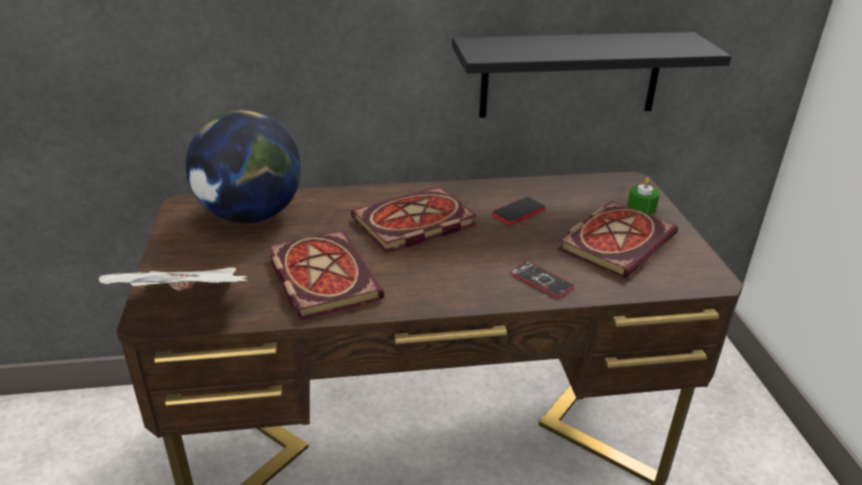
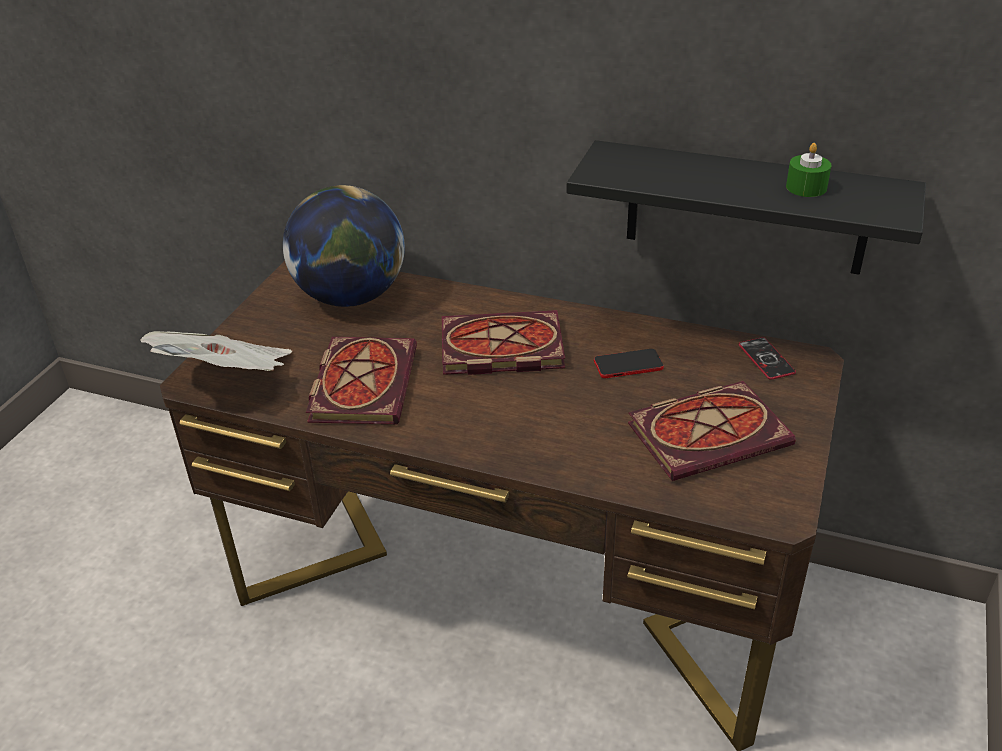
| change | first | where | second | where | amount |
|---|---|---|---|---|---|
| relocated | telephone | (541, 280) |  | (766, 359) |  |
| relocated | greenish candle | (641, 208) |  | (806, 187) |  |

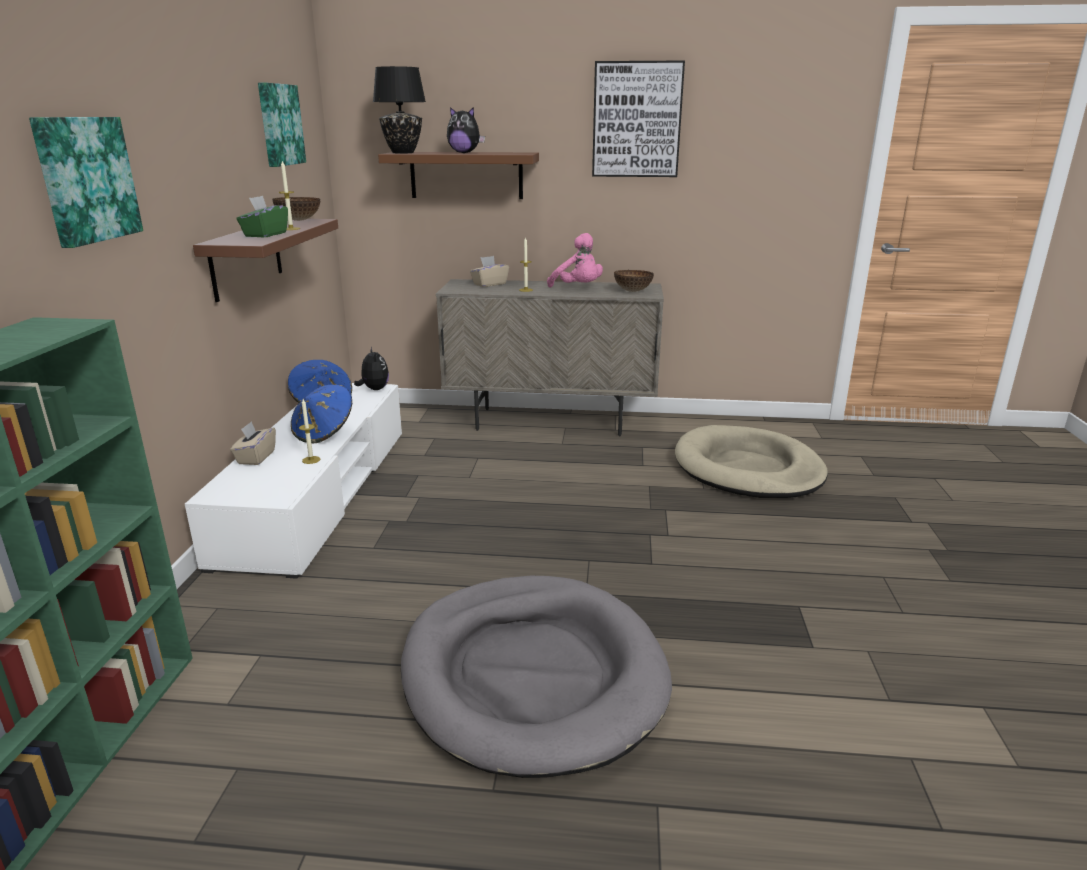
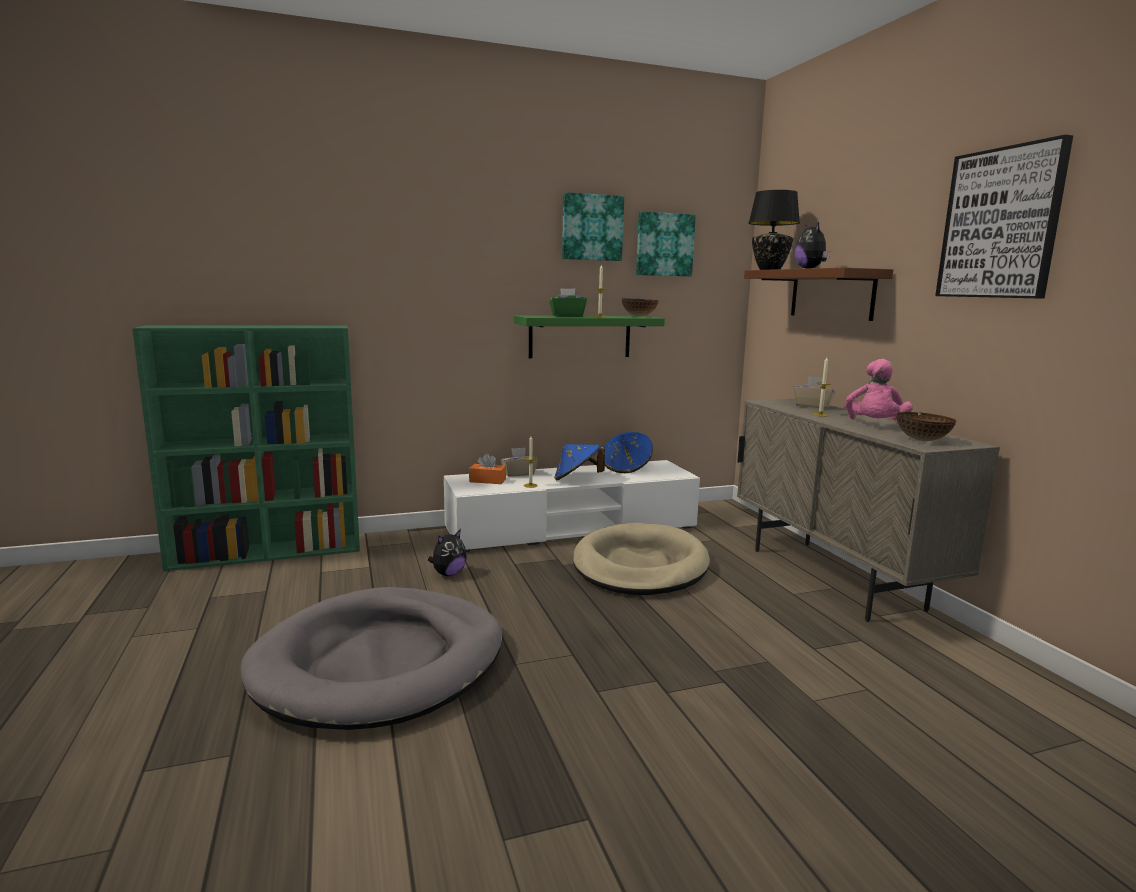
| change | first | where | second | where | amount |
|---|---|---|---|---|---|
| relocated | picture | (85, 179) |  | (591, 227) |  |
| colour | brownish shelf | (246, 258) | greenish shelf | (580, 336) |  |
| relocated | plush toy | (374, 389) |  | (448, 574) |  |
| relocated | beige pet bed | (747, 469) |  | (640, 566) |  |
| appeared |  |  | orange-coloured tissue box | (487, 480) |  |

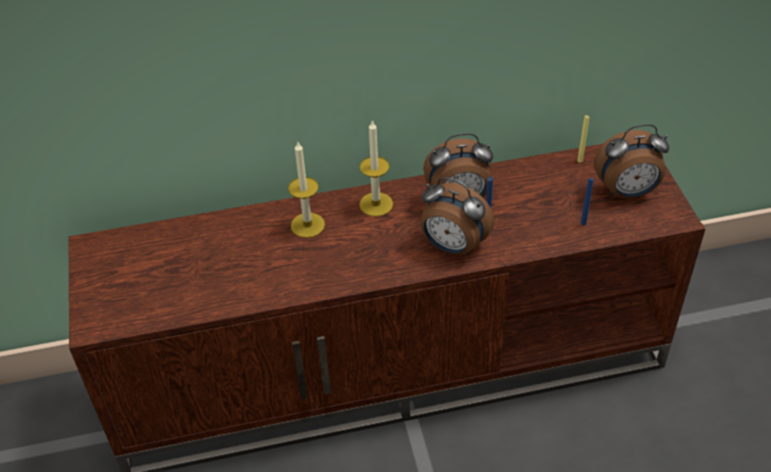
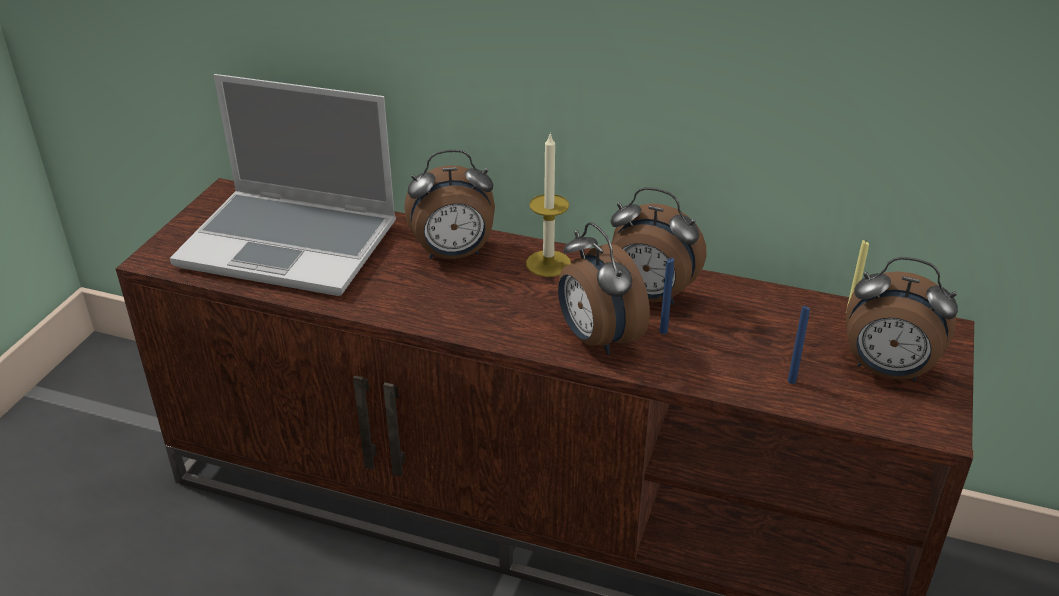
| change | first | where | second | where | amount |
|---|---|---|---|---|---|
| exchanged | candle | (307, 225) | bedside clock | (453, 254) |  |
| appeared |  |  | notebook computer | (292, 244) |  |

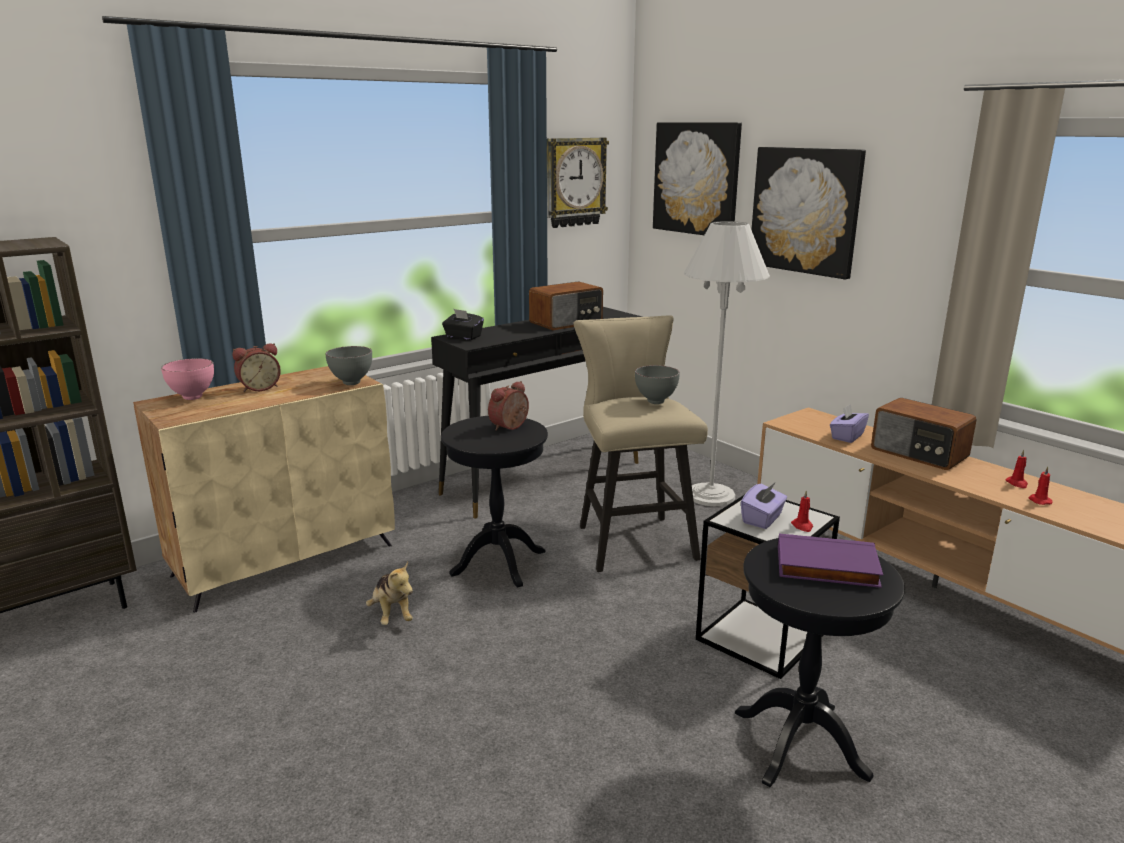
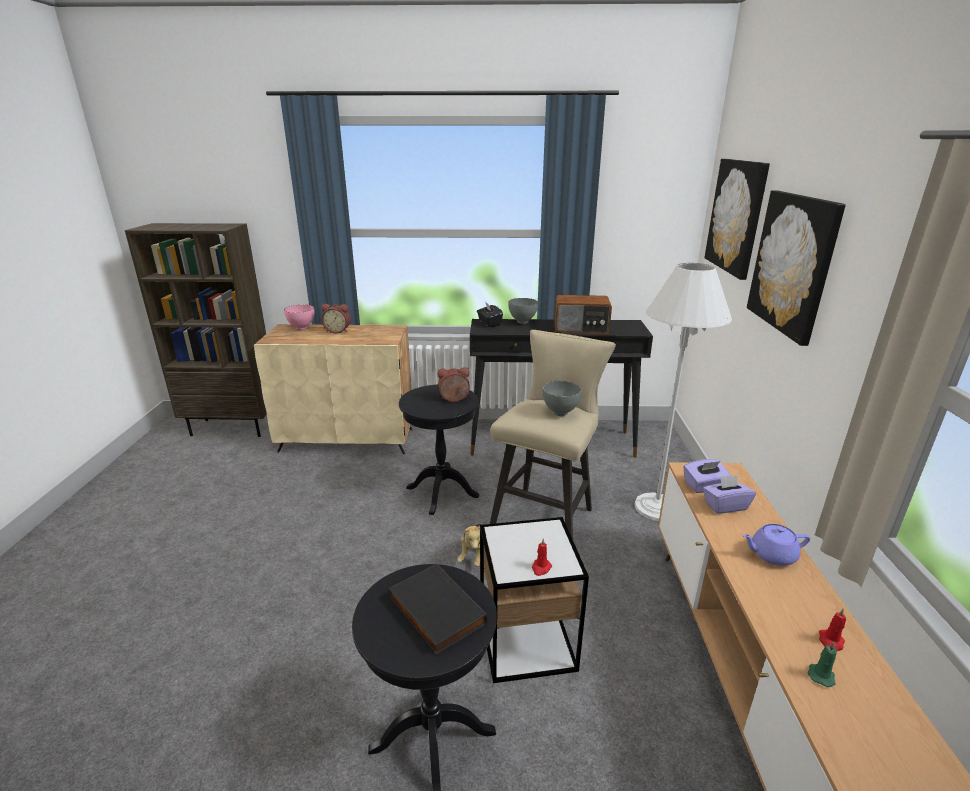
| change | first | where | second | where | amount |
|---|---|---|---|---|---|
| relocated | greyish serving bowl | (352, 383) |  | (523, 322) |  |
| relocated | plush toy | (392, 614) |  | (475, 554) |  |
| missing | clock on the wall | (574, 182) |  |  |  |
| relocated | purple-coloured tissue box | (762, 519) |  | (704, 486) |  |
| colour | purple-coloured bound book | (826, 567) | black-coloured bound book | (434, 612) |  |
| exchanged | radio receiver | (919, 453) | purple-coloured teapot | (771, 555) |  |
| colour | reddish candle | (1039, 500) | greenish candle | (821, 675) |  |

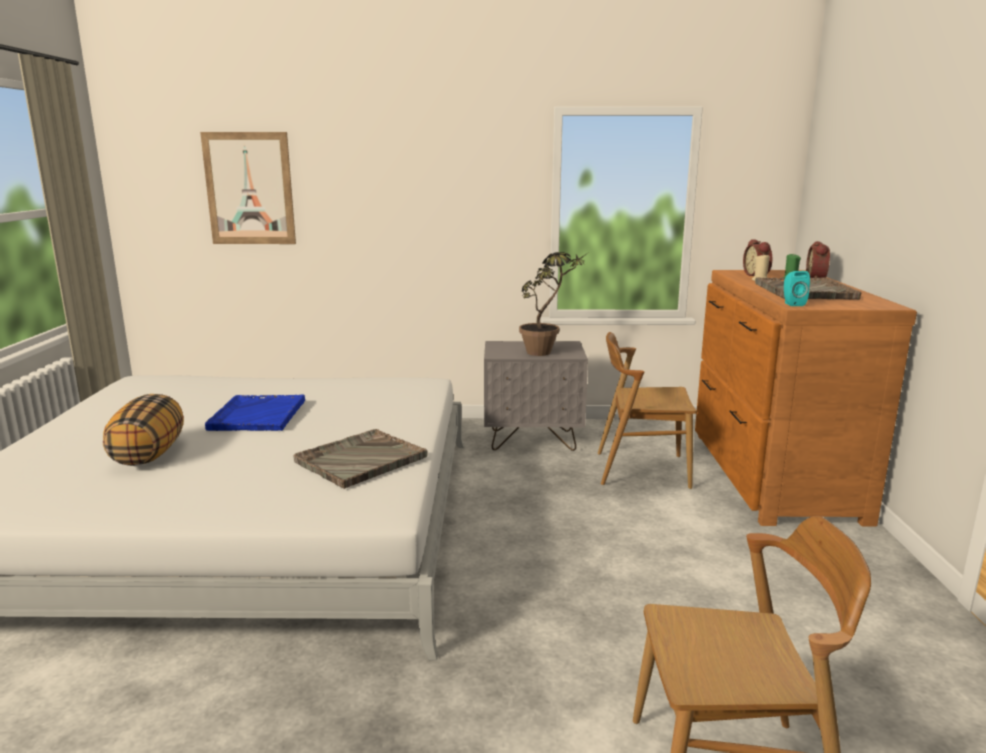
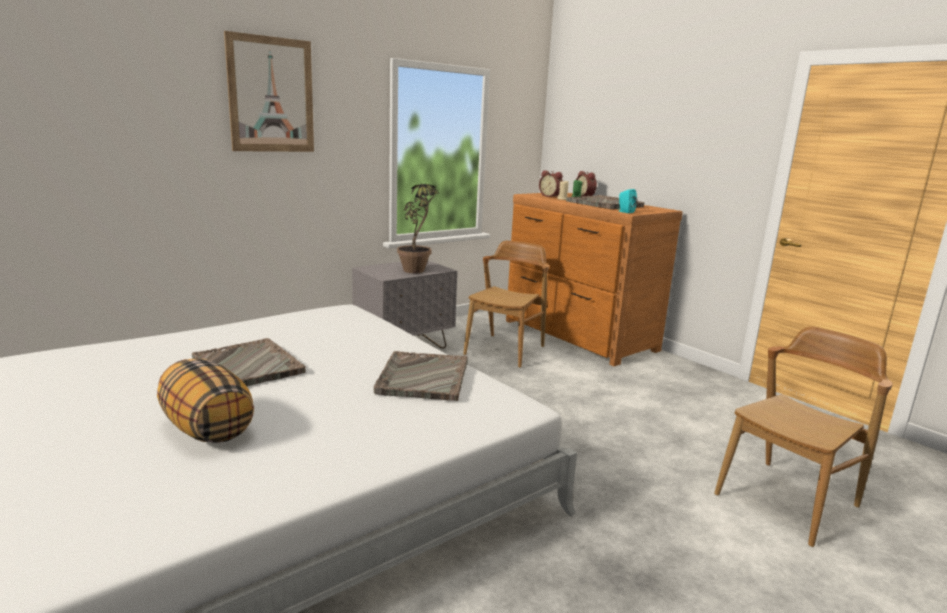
| change | first | where | second | where | amount |
|---|---|---|---|---|---|
| relocated | picture | (249, 189) |  | (271, 95) |  |
| colour | bluish tray | (257, 415) | greyish tray | (248, 366) |  |
| spun | brownish chair | (641, 470) |  | (505, 350) | 150 degrees clockwise |

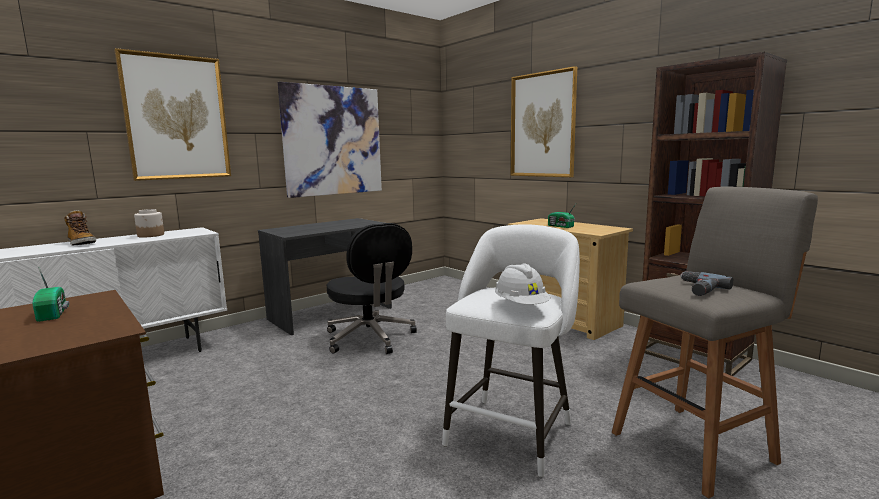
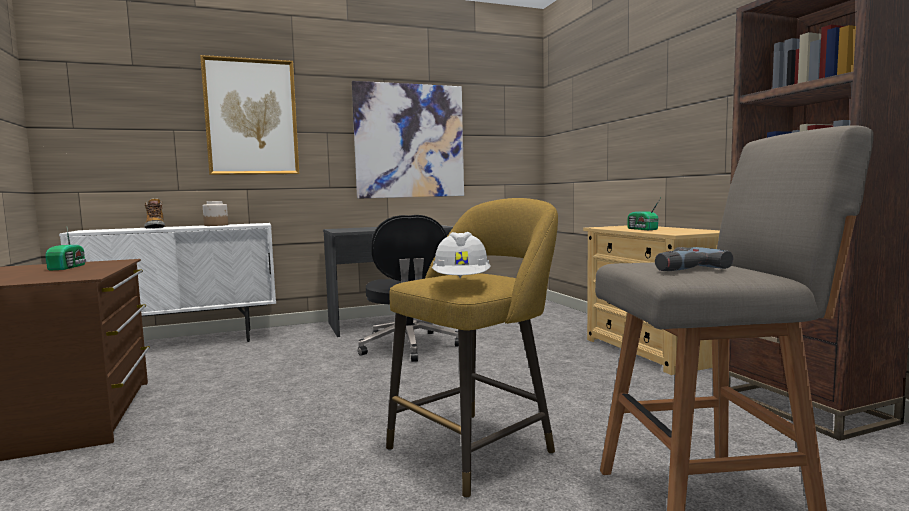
| change | first | where | second | where | amount |
|---|---|---|---|---|---|
| colour | white-coloured sitting stool | (511, 430) | yellow sitting stool | (477, 448) |  |
| missing | picture | (542, 125) |  |  |  |

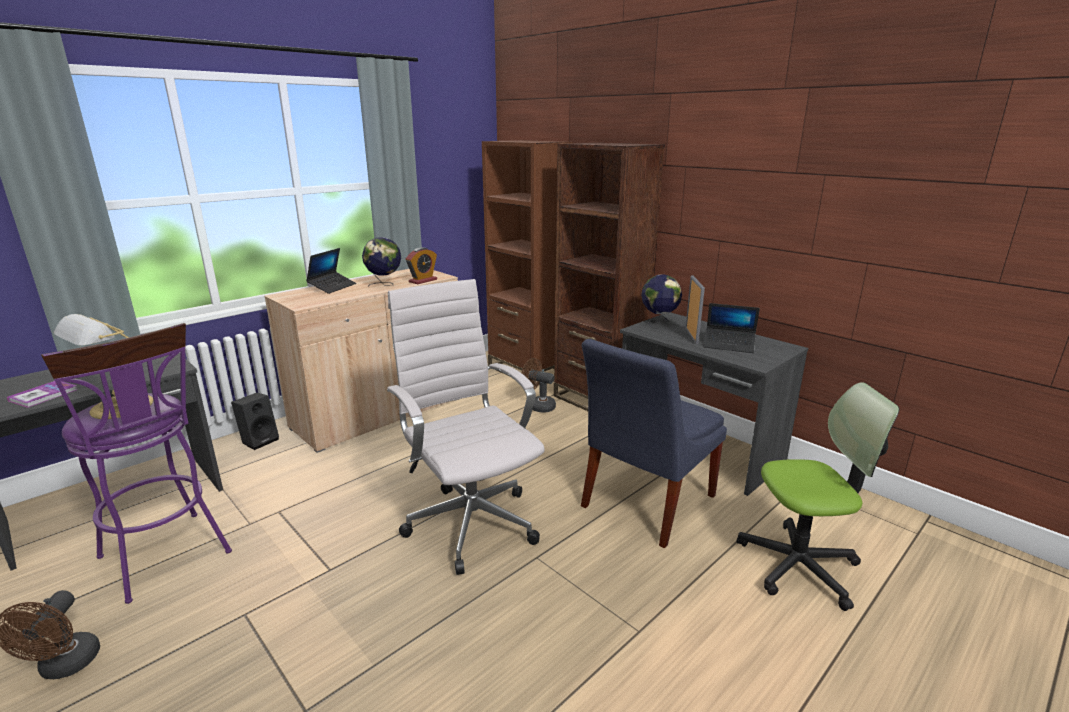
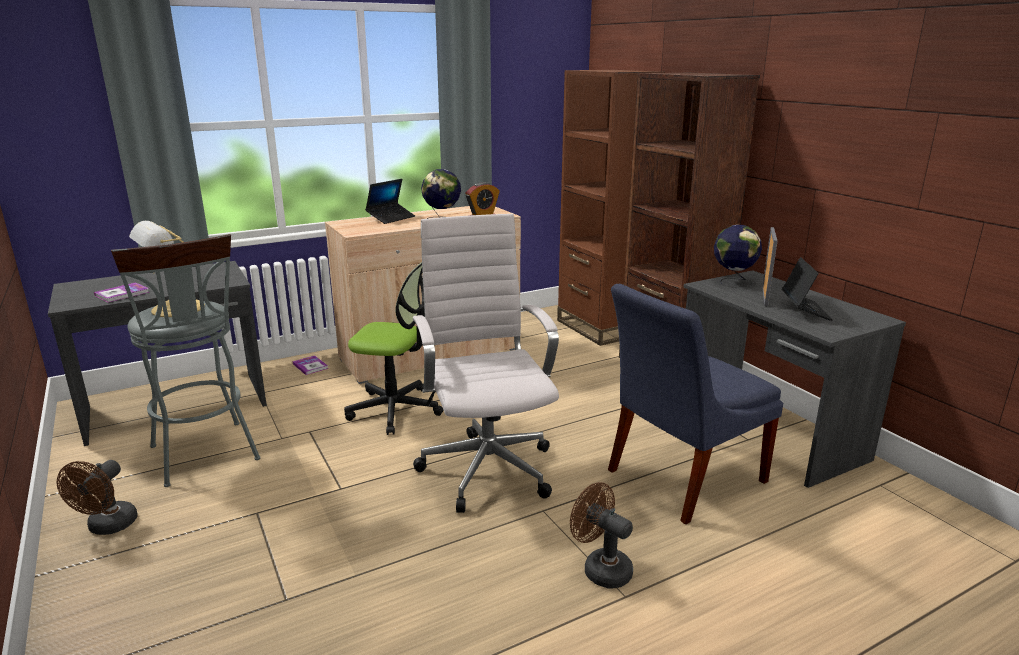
| change | first | where | second | where | amount |
|---|---|---|---|---|---|
| colour | purple-coloured sitting stool | (169, 559) | greyish sitting stool | (207, 457) |  |
| exchanged | black-coloured loudspeaker | (260, 440) | bound book | (310, 366) |  |
| relocated | brownish cooling fan | (538, 406) |  | (601, 568) |  |
| spun | notebook computer | (729, 345) |  | (805, 310) | 120 degrees counterclockwise |
| relocated | computer chair | (799, 565) |  | (395, 409) |  |

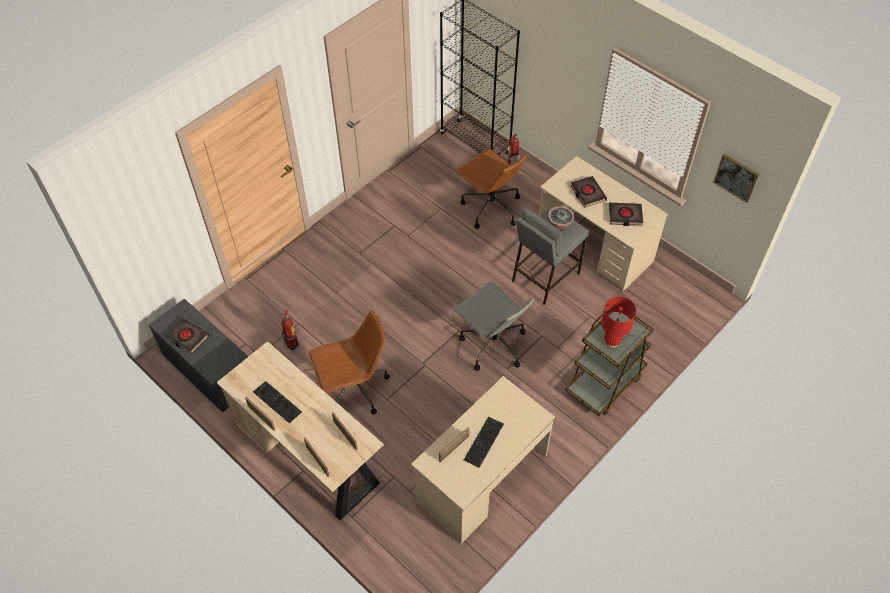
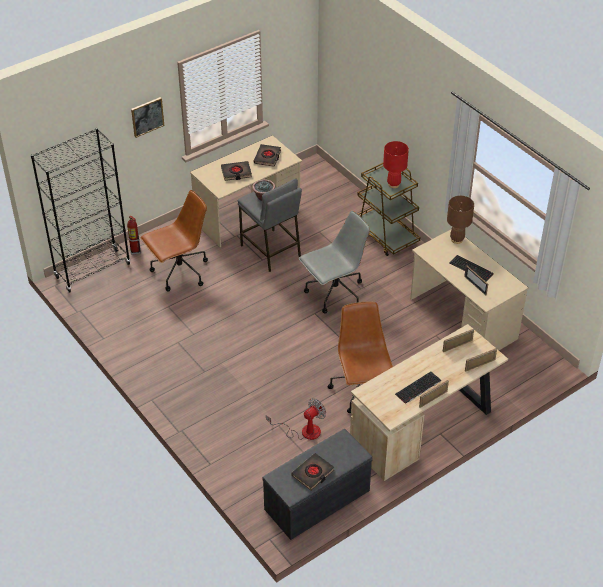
| change | first | where | second | where | amount |
|---|---|---|---|---|---|
| exchanged | fire-fighting cylinder | (293, 345) | cooling fan | (303, 431) |  |
| relocated | picture | (736, 177) |  | (147, 116) |  |
| appeared |  |  | brownish table lamp | (456, 239) |  |

